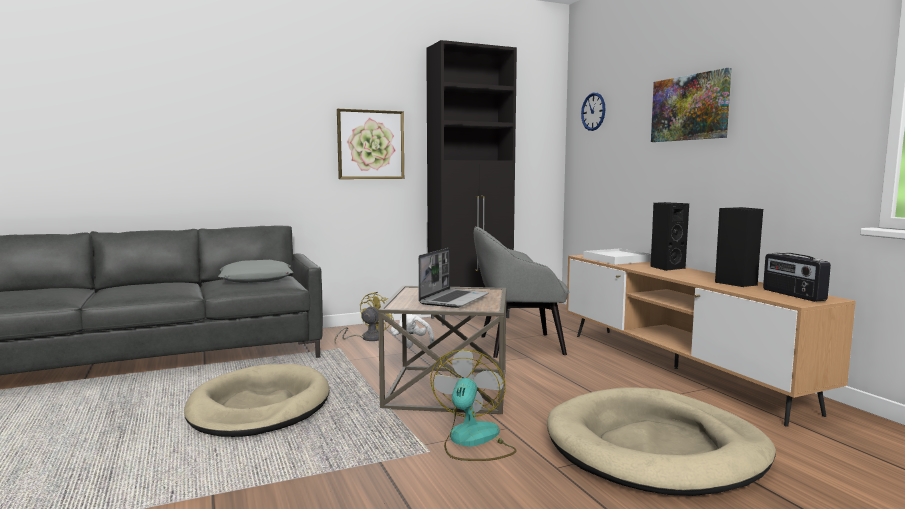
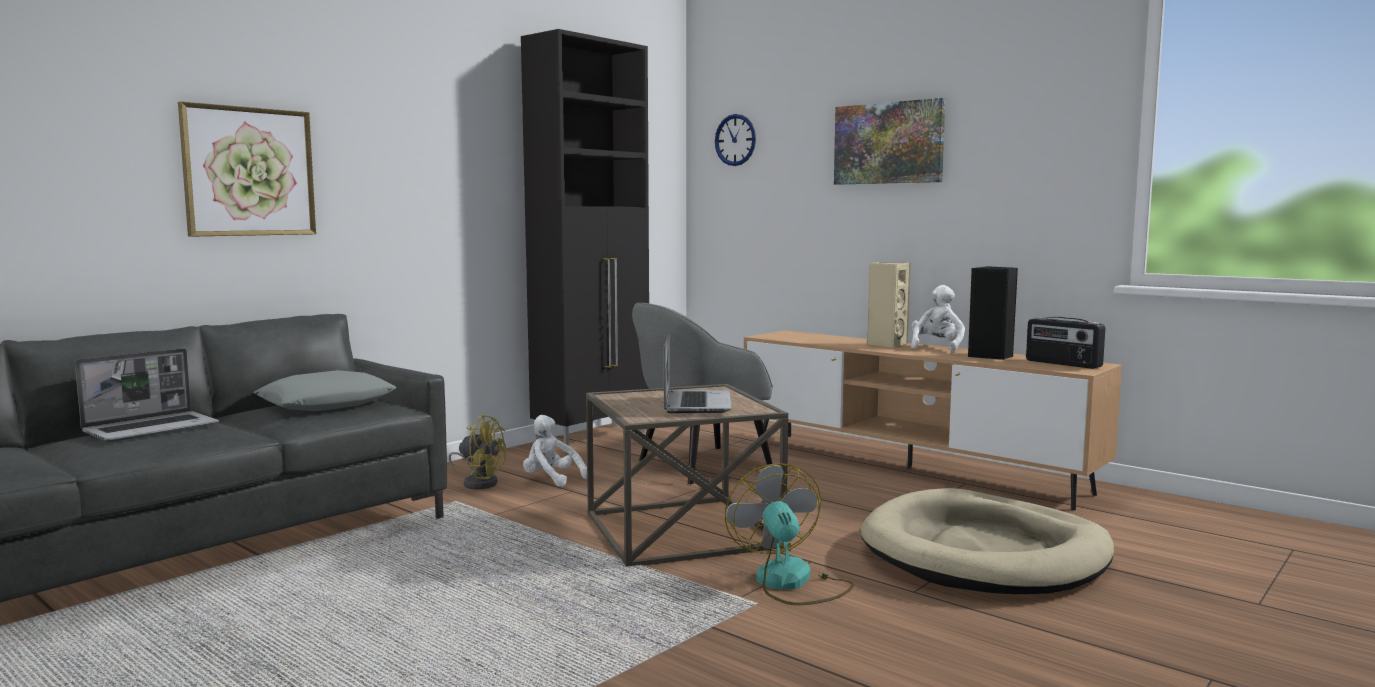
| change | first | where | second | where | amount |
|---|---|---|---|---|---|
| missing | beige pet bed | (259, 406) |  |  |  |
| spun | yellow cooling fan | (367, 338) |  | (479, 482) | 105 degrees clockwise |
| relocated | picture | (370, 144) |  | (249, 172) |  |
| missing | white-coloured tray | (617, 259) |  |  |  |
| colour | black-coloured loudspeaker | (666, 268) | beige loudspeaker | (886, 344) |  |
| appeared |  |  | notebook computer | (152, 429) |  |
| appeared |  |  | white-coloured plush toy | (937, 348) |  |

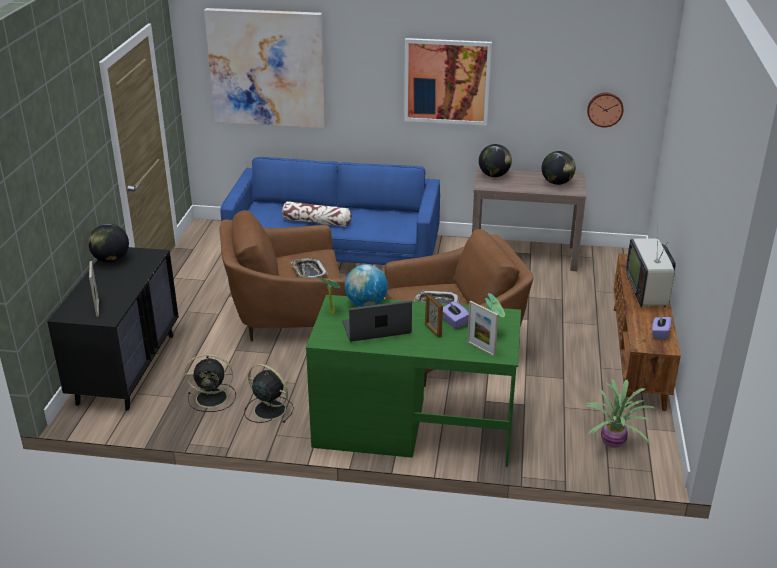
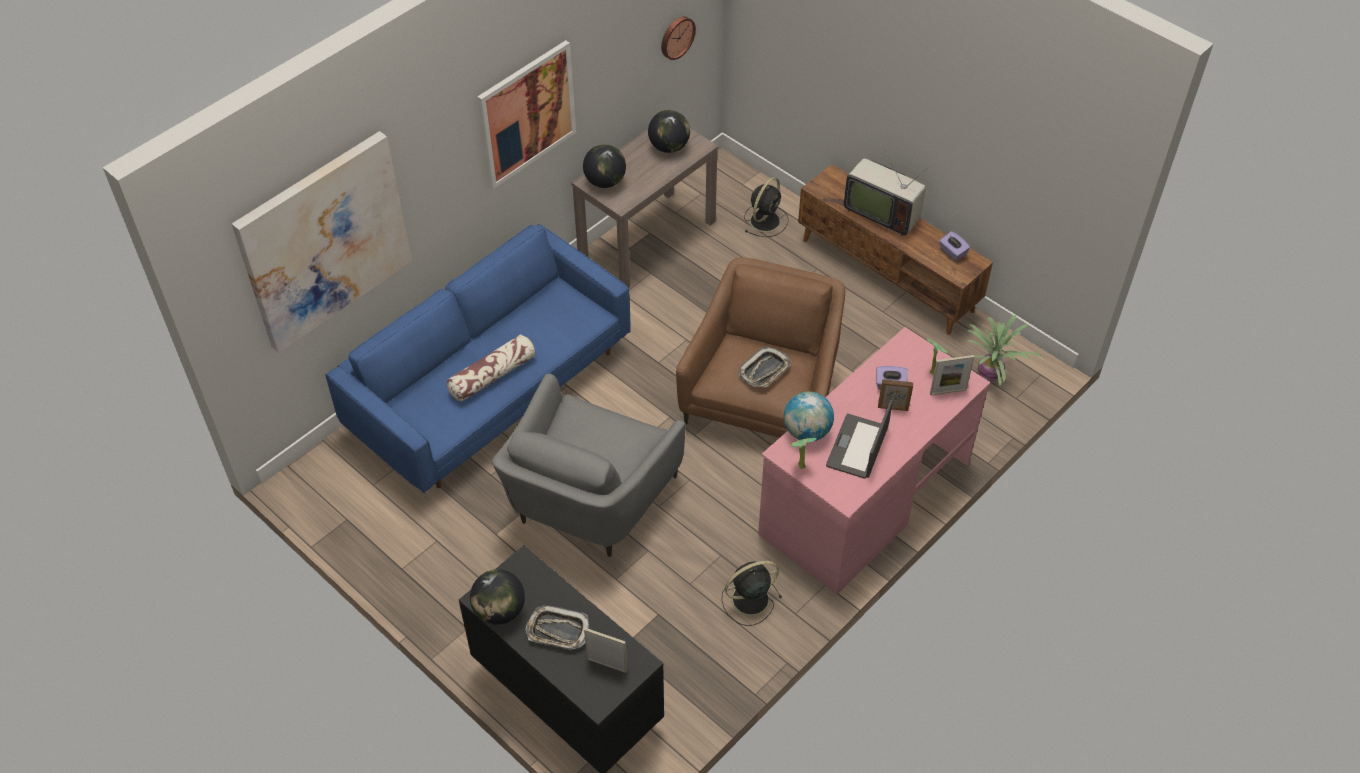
| change | first | where | second | where | amount |
|---|---|---|---|---|---|
| relocated | black-coloured cooling fan | (213, 398) |  | (765, 220) |  |
| colour | brownish lounge chair | (287, 316) | greyish lounge chair | (589, 501) |  |
| relocated | tray | (309, 271) |  | (558, 630) |  |
| colour | greenish desk unit | (413, 426) | pink-coloured desk unit | (864, 498) |  |

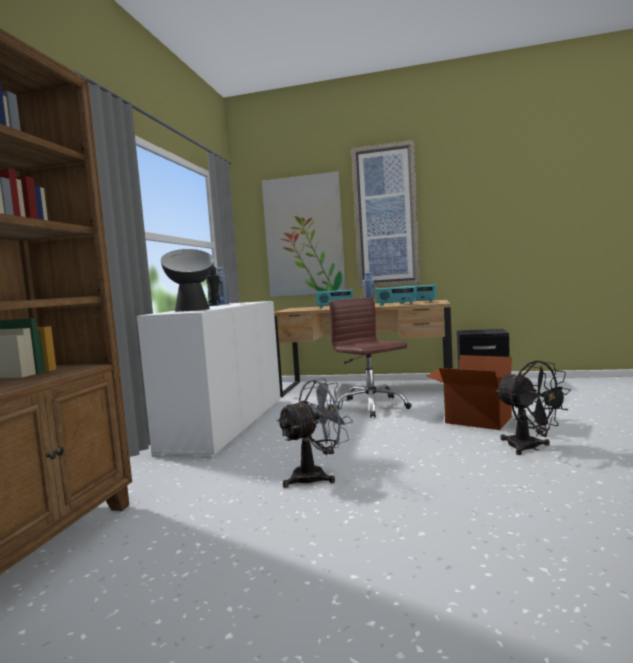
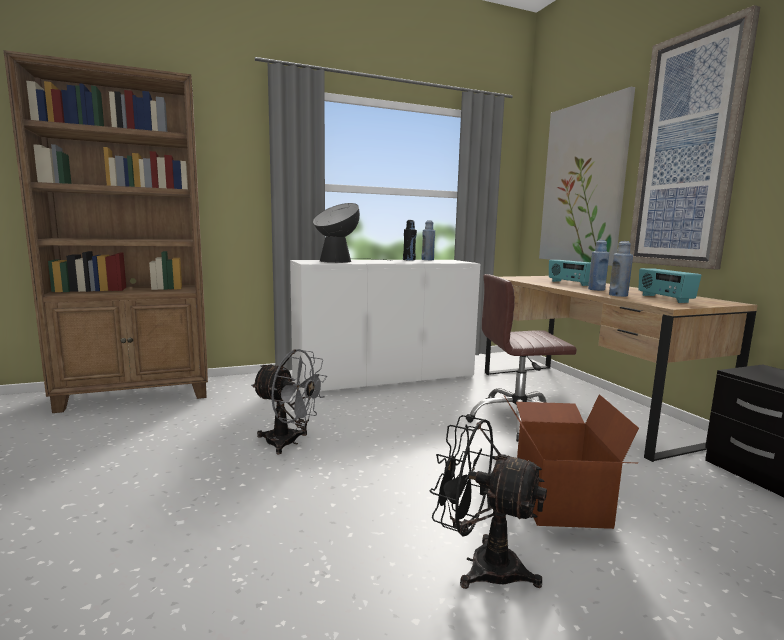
| change | first | where | second | where | amount |
|---|---|---|---|---|---|
| spun | brownish computer chair | (370, 406) |  | (517, 420) | 120 degrees counterclockwise |
| exchanged | radio receiver | (396, 305) | bluish beverage bottle | (618, 295) |  |
| spun | black-coloured cooling fan | (530, 448) |  | (481, 565) | 90 degrees clockwise |

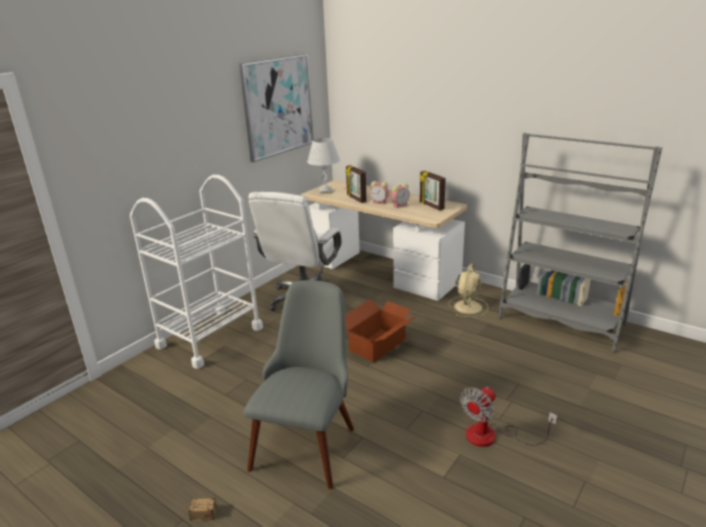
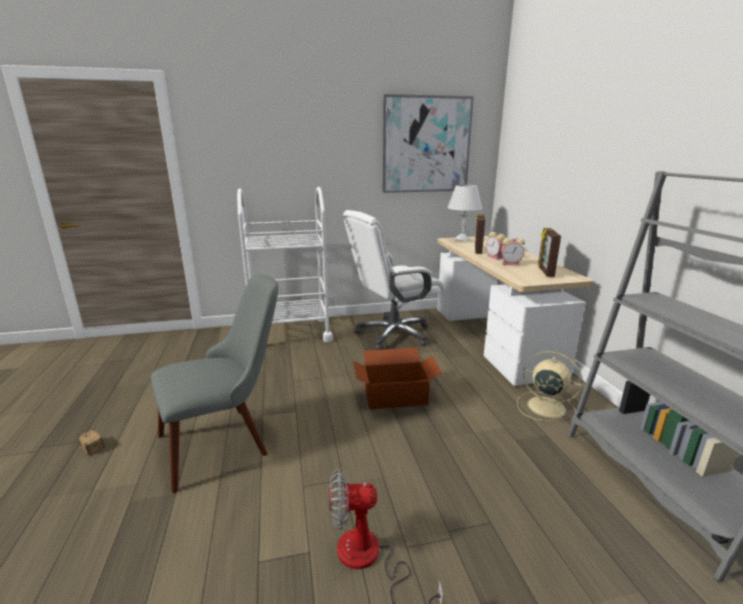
| change | first | where | second | where | amount |
|---|---|---|---|---|---|
| spun | beige cooling fan | (468, 306) |  | (544, 406) | 120 degrees counterclockwise |

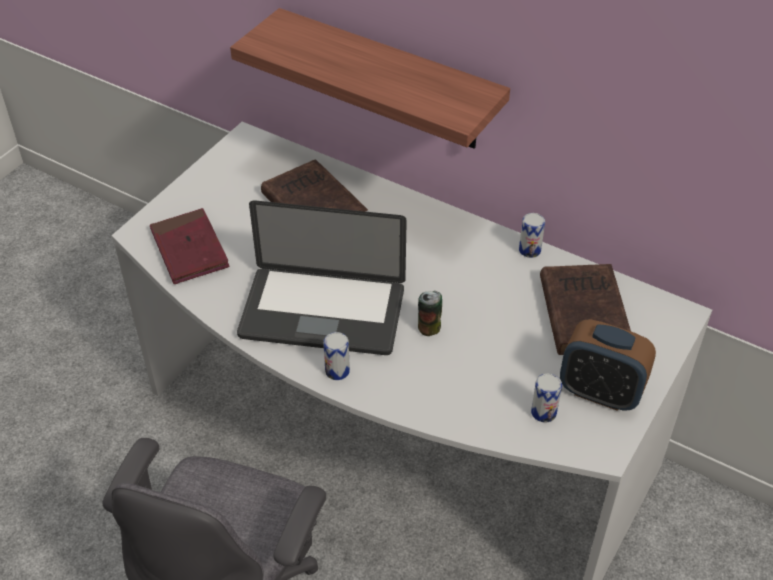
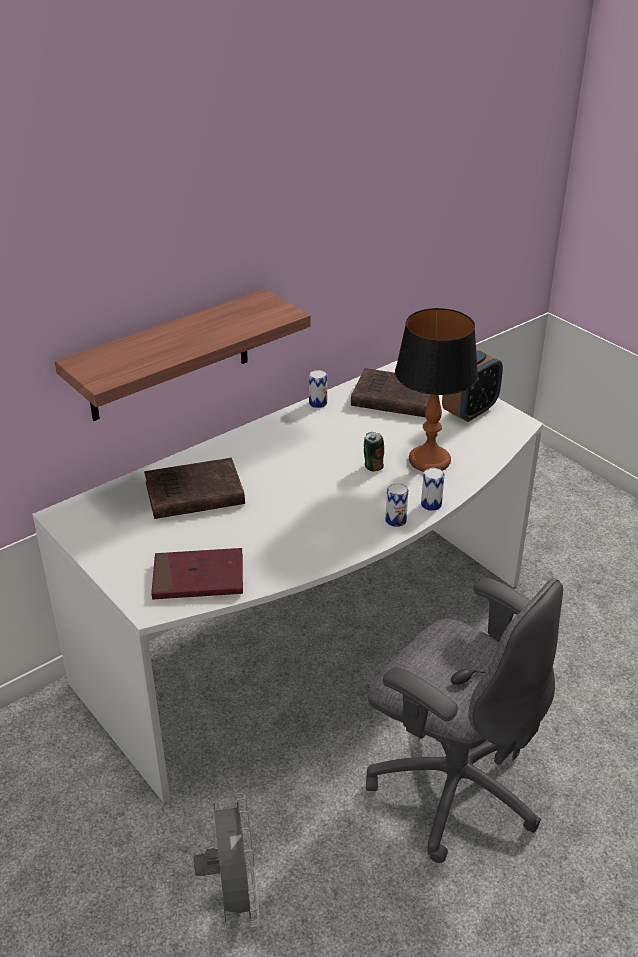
| change | first | where | second | where | amount |
|---|---|---|---|---|---|
| missing | notebook computer | (322, 313) |  |  |  |
| relocated | metal can | (543, 412) |  | (431, 504) |  |
| appeared |  |  | greyish cooling fan | (234, 895) |  |
| appeared |  |  | table lamp | (429, 460) |  |

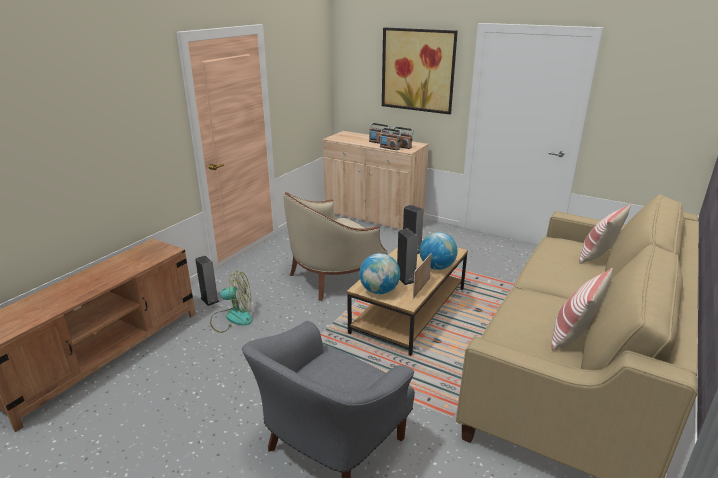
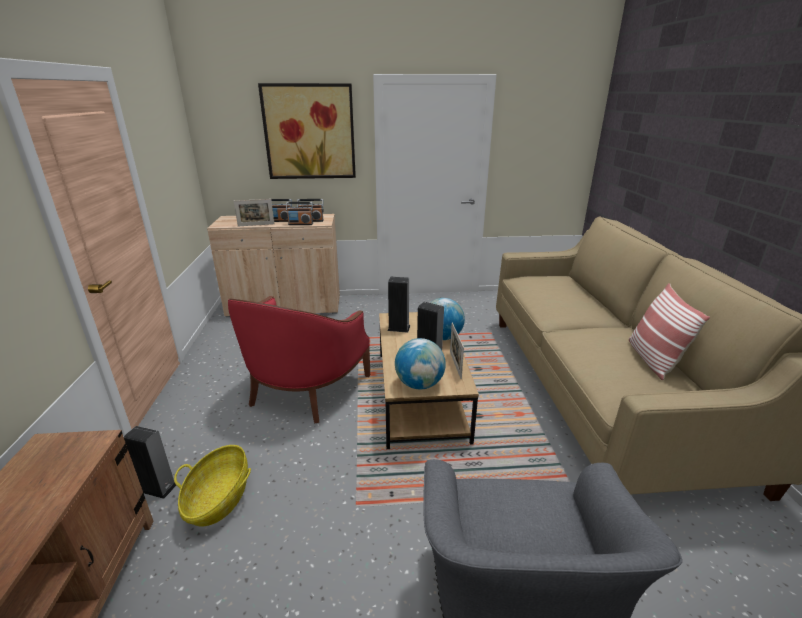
| change | first | where | second | where | amount |
|---|---|---|---|---|---|
| exchanged | cooling fan | (232, 318) | household basket | (219, 499) |  |
| colour | beige lounge chair | (333, 277) | reddish lounge chair | (305, 388) |  |
| missing | throw pillow | (597, 256) |  |  |  |
| appeared |  |  | picture frame | (256, 225) |  |

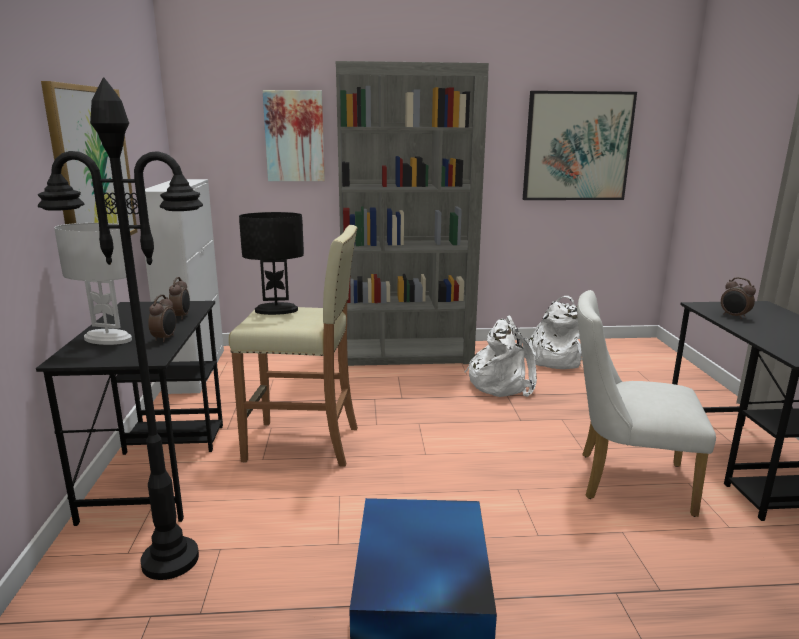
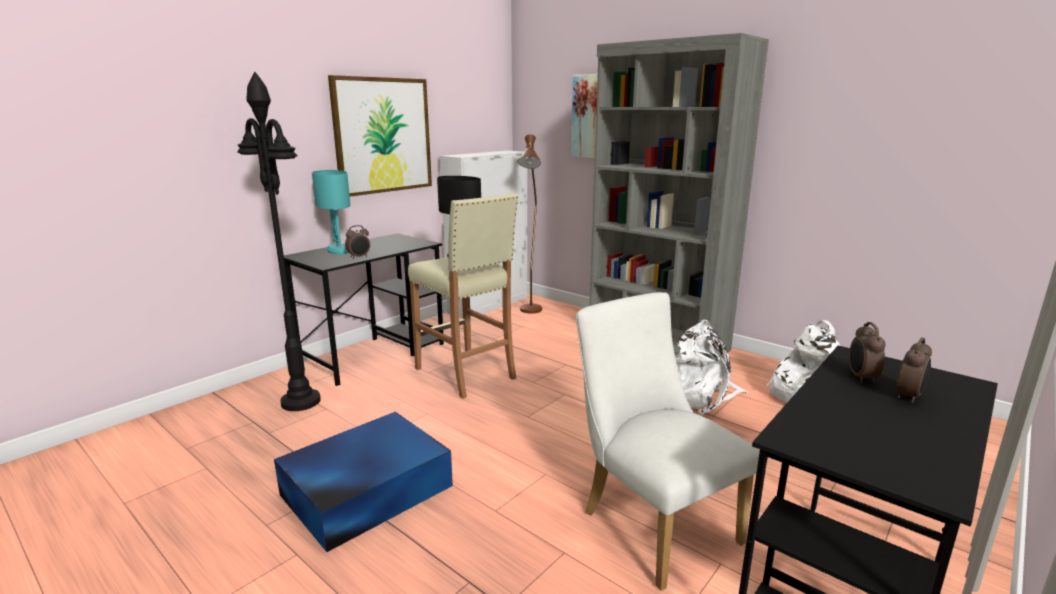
| change | first | where | second | where | amount |
|---|---|---|---|---|---|
| colour | white-coloured table lamp | (108, 339) | turquoise-coloured table lamp | (338, 250) |  |
| relocated | bedside clock | (181, 317) |  | (909, 396) |  |
| missing | picture | (577, 146) |  |  |  |
| appeared |  |  | brownish standing lamp | (530, 312) |  |

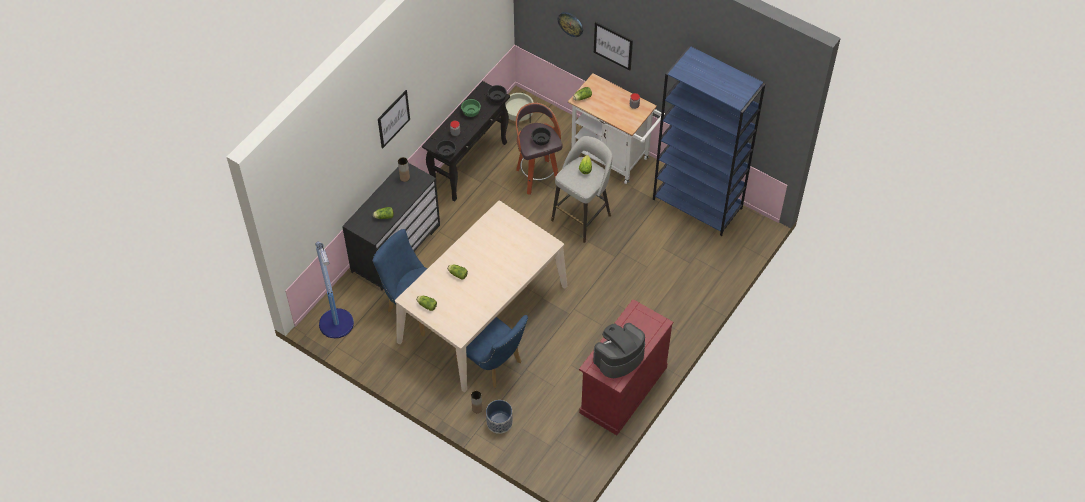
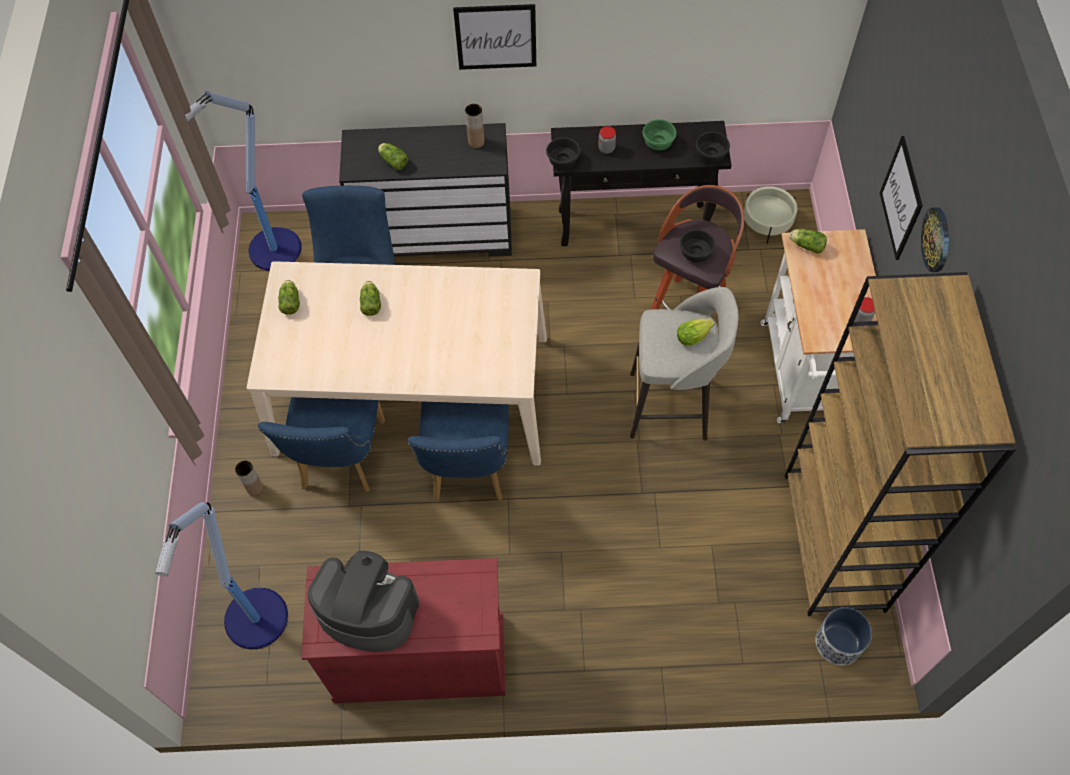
| change | first | where | second | where | amount |
|---|---|---|---|---|---|
| relocated | flower pot | (499, 422) |  | (838, 643) |  |
| relocated | clock on the wall | (570, 24) |  | (937, 239) |  |
| colour | bluish shelving unit | (698, 204) | brownish shelving unit | (834, 542) |  |
| appeared |  |  | standing lamp | (256, 621) |  |
| appeared |  |  | bluish chair | (467, 471) |  |

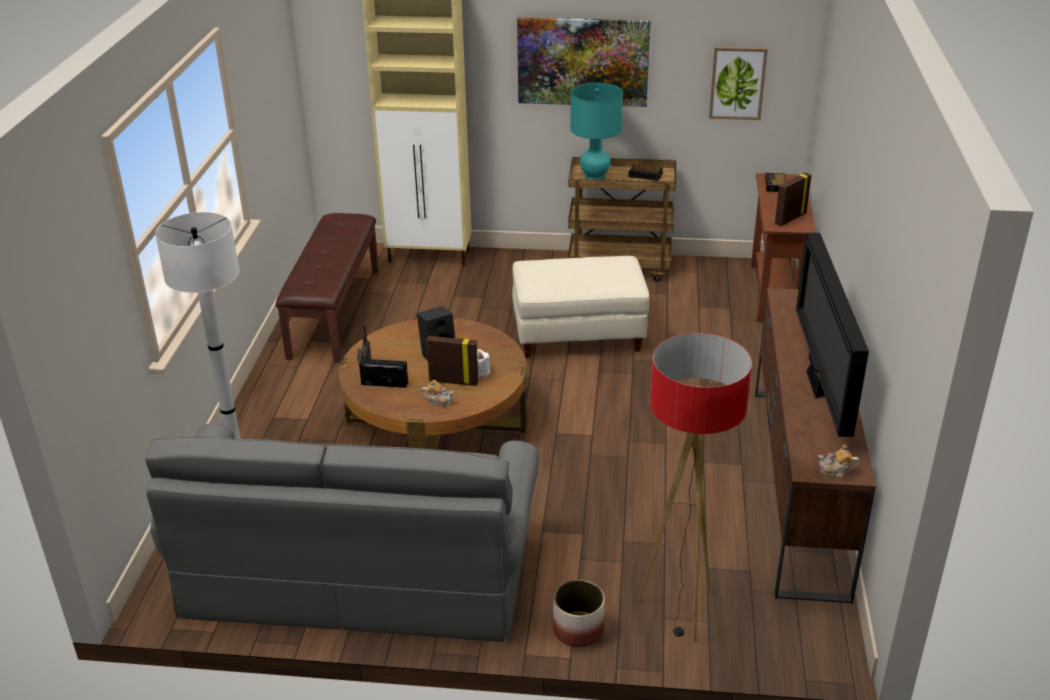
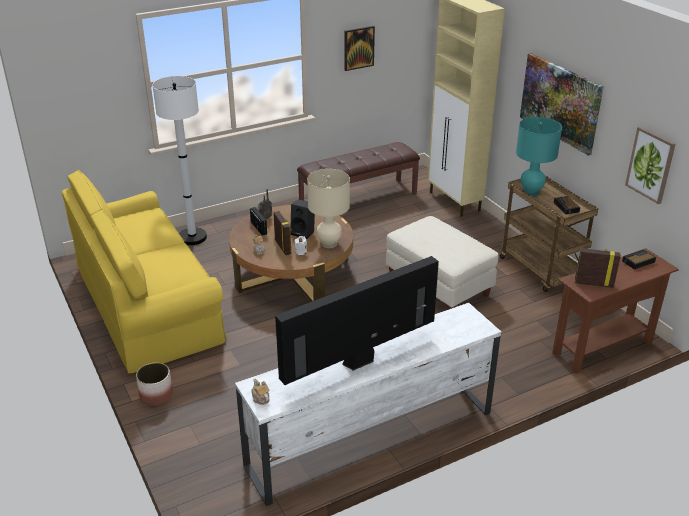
| change | first | where | second | where | amount |
|---|---|---|---|---|---|
| colour | greyish couch | (358, 572) | yellow couch | (148, 303) |  |
| missing | standing lamp | (680, 610) |  |  |  |
| colour | brownish media console | (797, 487) | white-coloured media console | (370, 439) |  |
| appeared |  |  | beige table lamp | (329, 244) |  |
| appeared |  |  | picture | (358, 48) |  |

